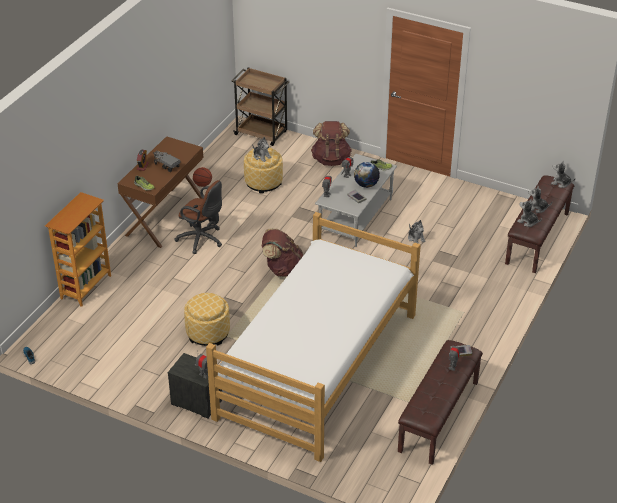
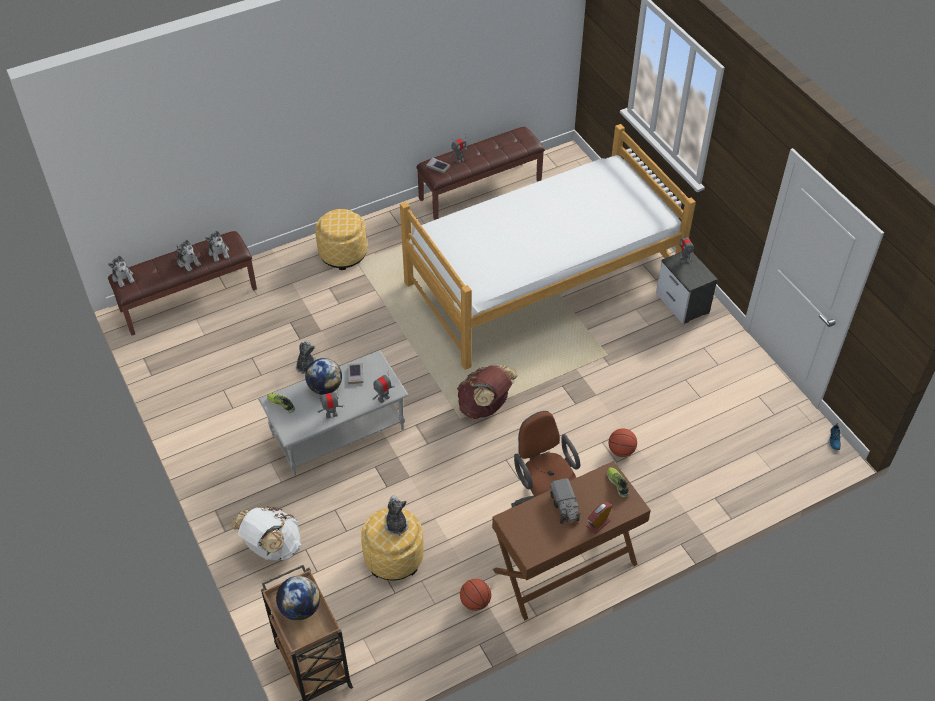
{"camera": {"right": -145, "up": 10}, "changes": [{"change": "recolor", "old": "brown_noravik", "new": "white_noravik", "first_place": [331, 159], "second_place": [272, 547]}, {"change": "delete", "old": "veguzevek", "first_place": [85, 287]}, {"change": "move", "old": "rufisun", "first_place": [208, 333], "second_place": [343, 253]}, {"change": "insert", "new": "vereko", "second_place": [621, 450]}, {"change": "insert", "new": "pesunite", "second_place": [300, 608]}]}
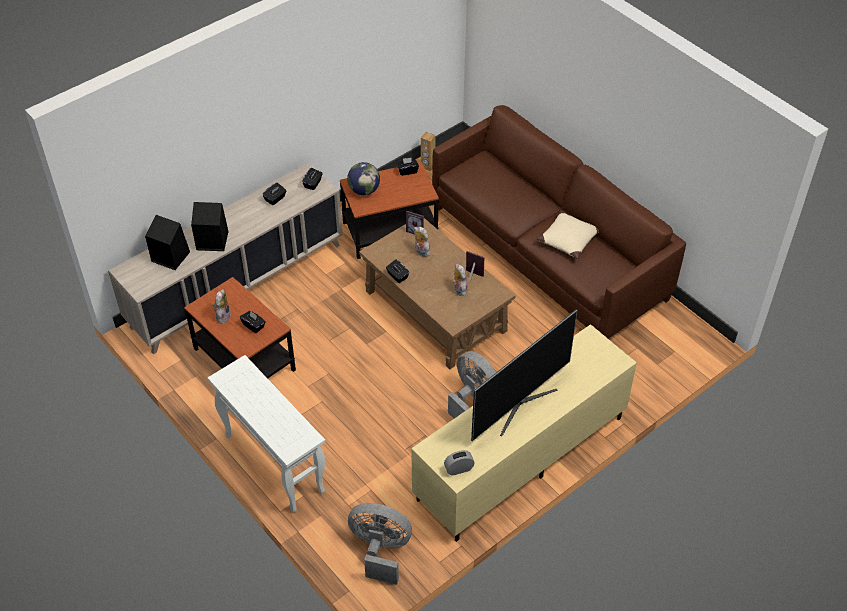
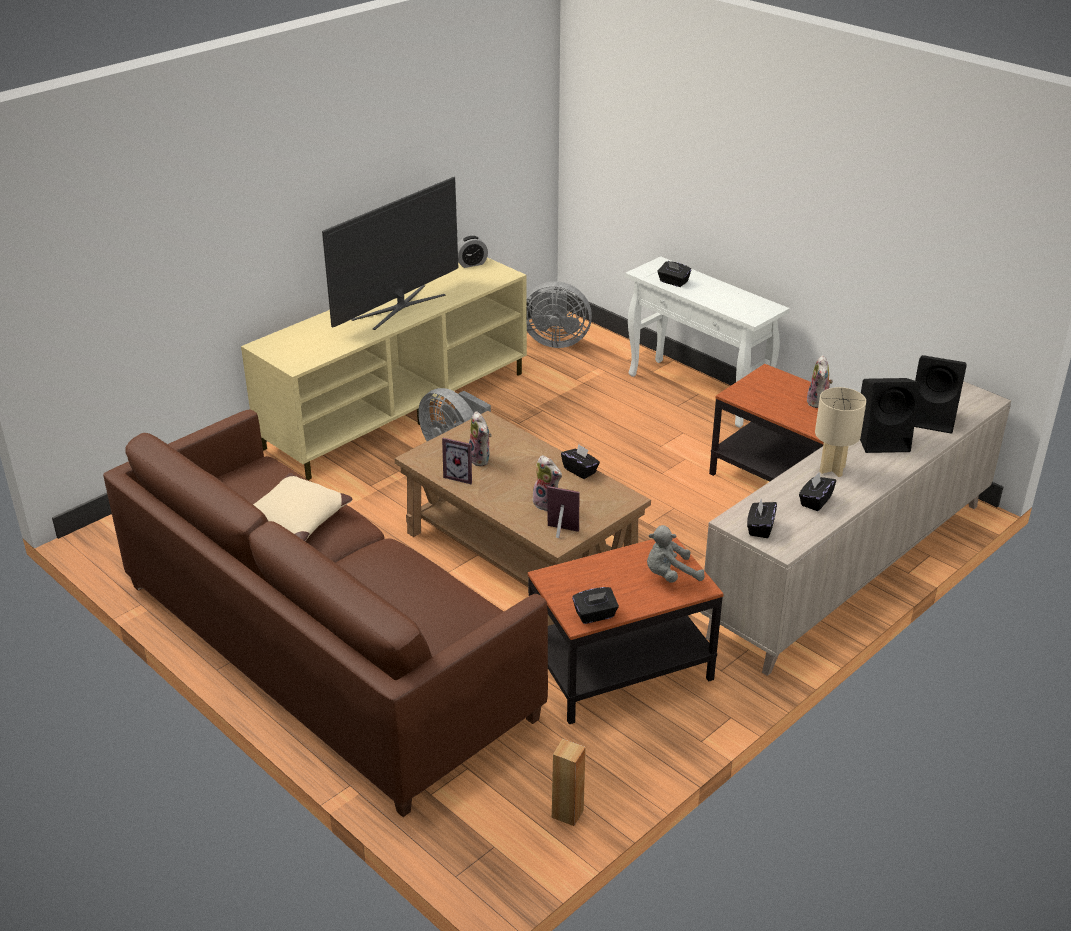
{"camera": {"right": 175, "up": -15}, "changes": [{"change": "replace", "old": "pesunite", "new": "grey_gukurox", "first_place": [364, 190], "second_place": [670, 575]}, {"change": "move", "old": "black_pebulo", "first_place": [253, 326], "second_place": [673, 282]}, {"change": "insert", "new": "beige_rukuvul", "second_place": [832, 469]}]}
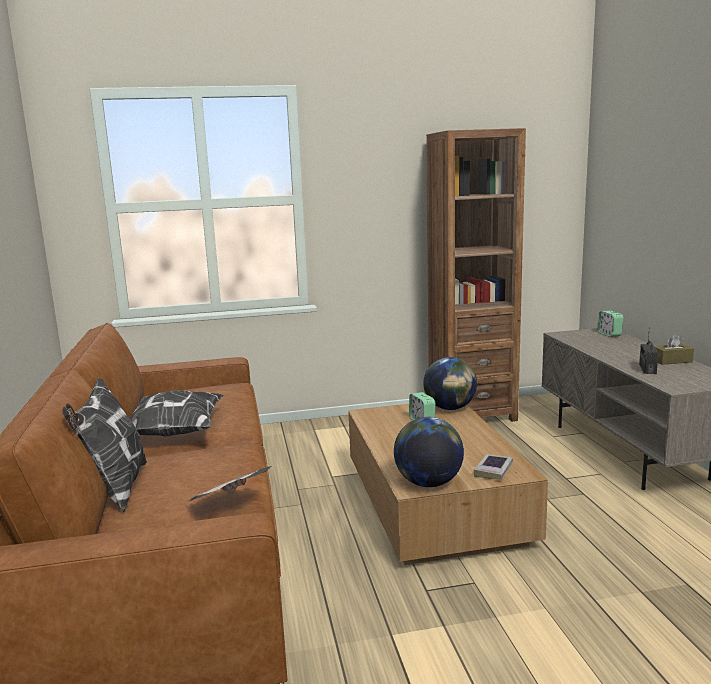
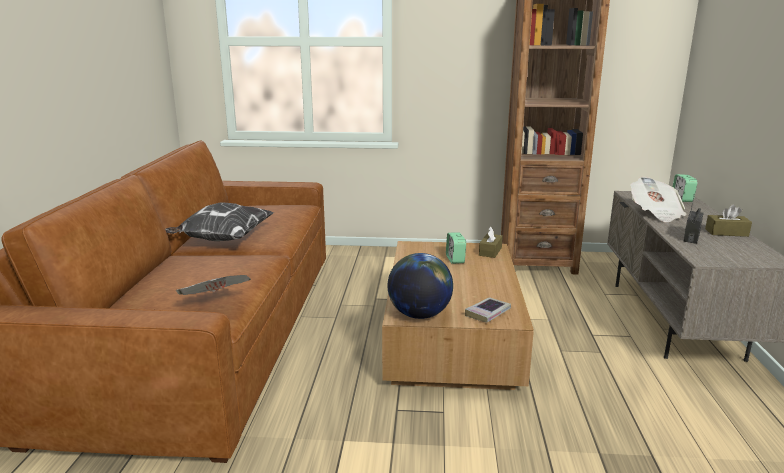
{"camera": {"right": 15, "up": 5}, "changes": [{"change": "replace", "old": "pesunite", "new": "brown_pebulo", "first_place": [450, 408], "second_place": [490, 251]}, {"change": "delete", "old": "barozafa", "first_place": [116, 489]}, {"change": "insert", "new": "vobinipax", "second_place": [655, 214]}]}
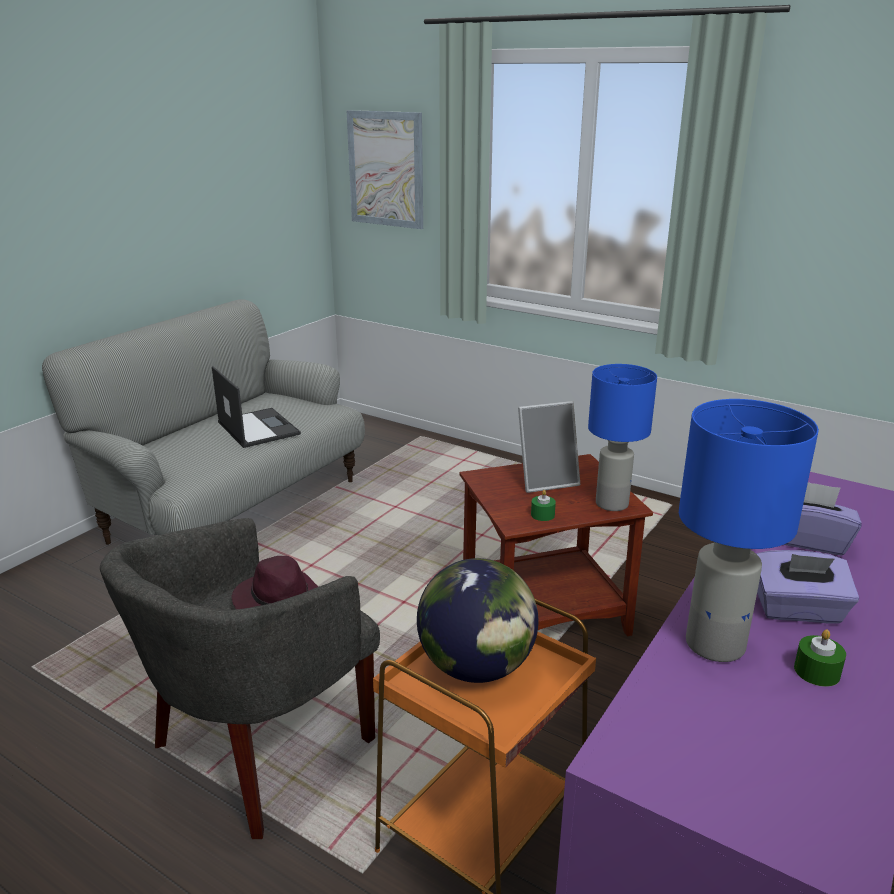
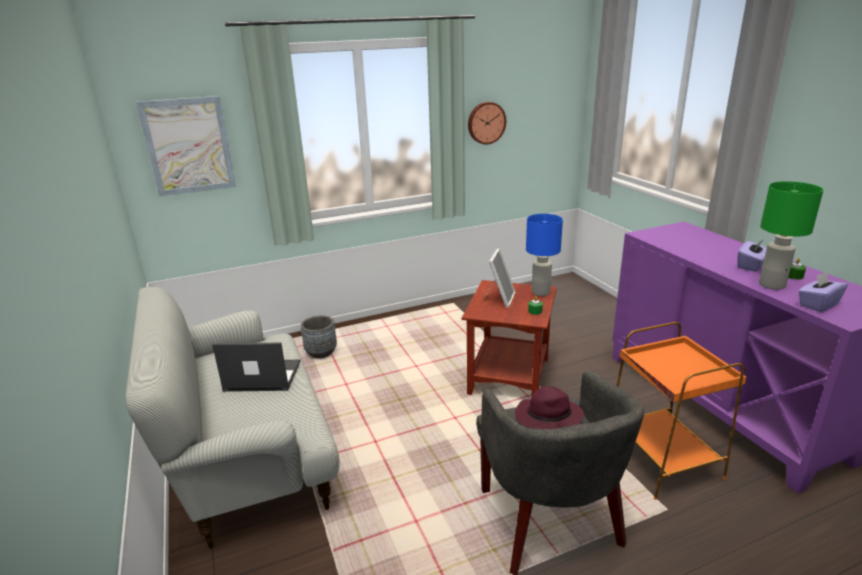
{"camera": {"right": -55, "up": 0}, "changes": [{"change": "recolor", "old": "blue_rukuvul", "new": "green_rukuvul", "first_place": [715, 644], "second_place": [771, 285]}, {"change": "move", "old": "purple_pebulo", "first_place": [809, 541], "second_place": [818, 304]}, {"change": "delete", "old": "pesunite", "first_place": [477, 668]}, {"change": "insert", "new": "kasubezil", "second_place": [486, 123]}, {"change": "insert", "new": "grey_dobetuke", "second_place": [321, 353]}]}
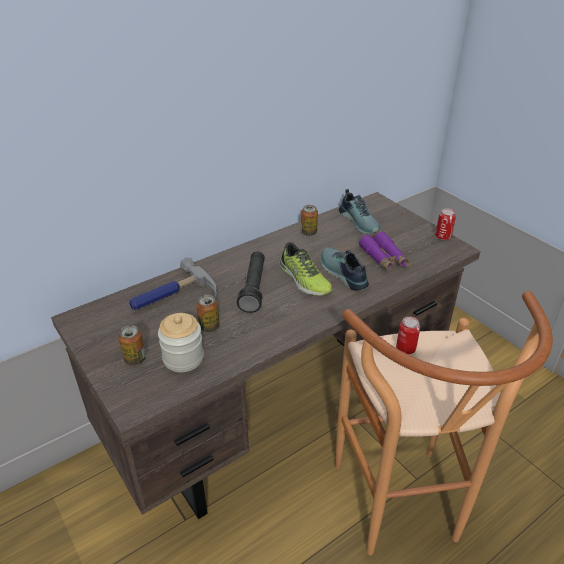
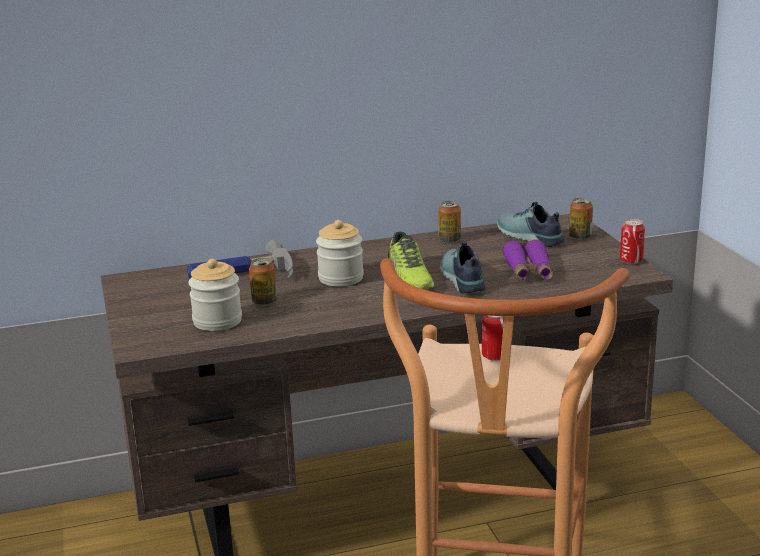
{"camera": {"right": 20, "up": -15}, "changes": [{"change": "rotate", "old": "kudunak", "first_place": [360, 222], "second_place": [527, 237], "degrees": 150}, {"change": "replace", "old": "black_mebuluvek", "new": "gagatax", "first_place": [253, 288], "second_place": [341, 278]}, {"change": "move", "old": "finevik", "first_place": [135, 359], "second_place": [580, 237]}]}
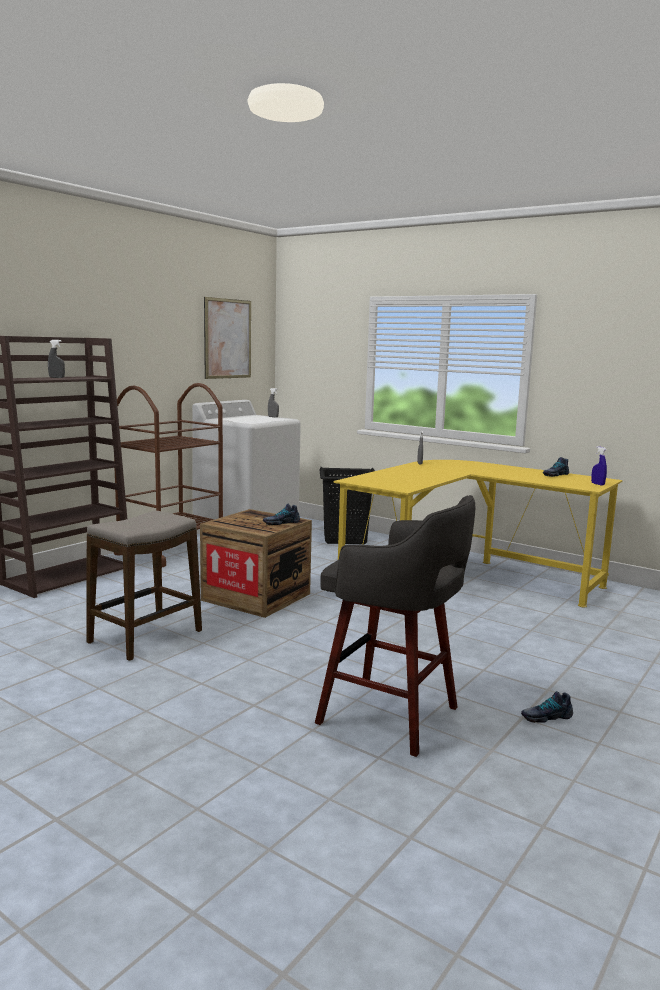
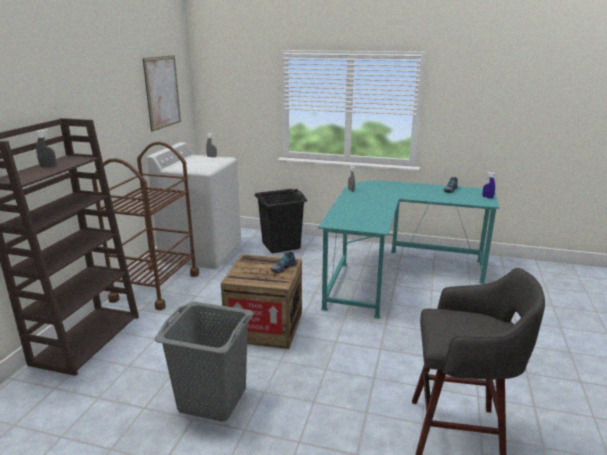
{"camera": {"right": -20, "up": 10}, "changes": [{"change": "recolor", "old": "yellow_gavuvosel", "new": "turquoise_gavuvosel", "first_place": [464, 581], "second_place": [394, 274]}, {"change": "replace", "old": "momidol", "new": "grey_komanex", "first_place": [145, 637], "second_place": [212, 399]}, {"change": "delete", "old": "kudunak", "first_place": [546, 716]}]}
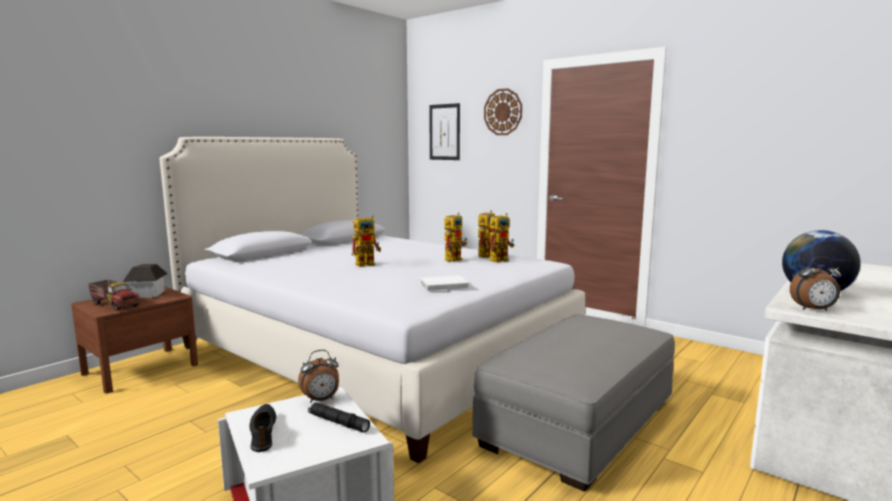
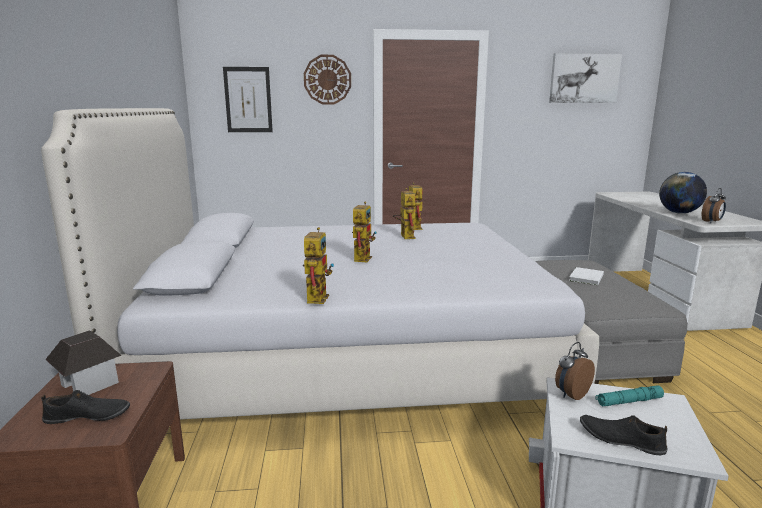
{"camera": {"right": -45, "up": 5}, "changes": [{"change": "move", "old": "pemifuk", "first_place": [501, 259], "second_place": [316, 296]}, {"change": "move", "old": "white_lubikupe", "first_place": [442, 285], "second_place": [585, 278]}, {"change": "replace", "old": "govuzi", "new": "black_kudunak", "first_place": [115, 305], "second_place": [88, 417]}, {"change": "rotate", "old": "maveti", "first_place": [321, 400], "second_place": [571, 394], "degrees": -150}, {"change": "recolor", "old": "black_mebuluvek", "new": "turquoise_mebuluvek", "first_place": [338, 422], "second_place": [629, 401]}, {"change": "insert", "new": "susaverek", "second_place": [584, 78]}]}
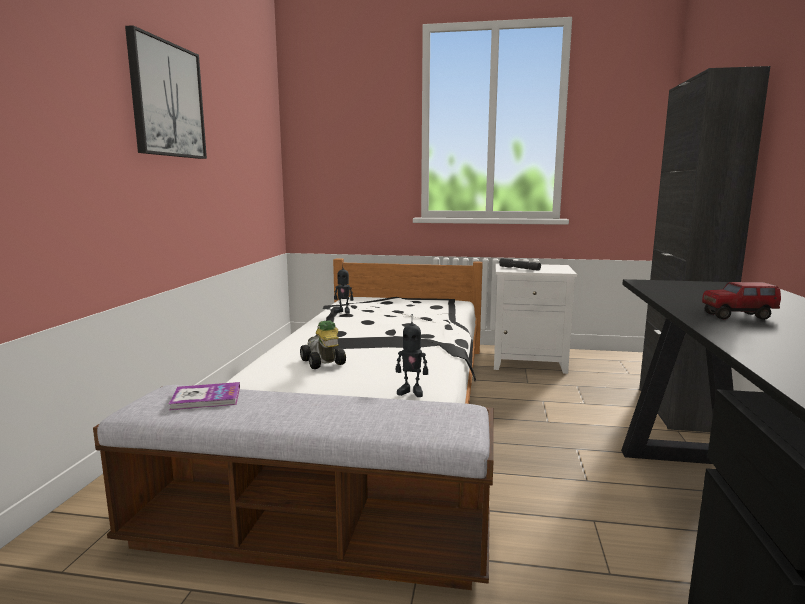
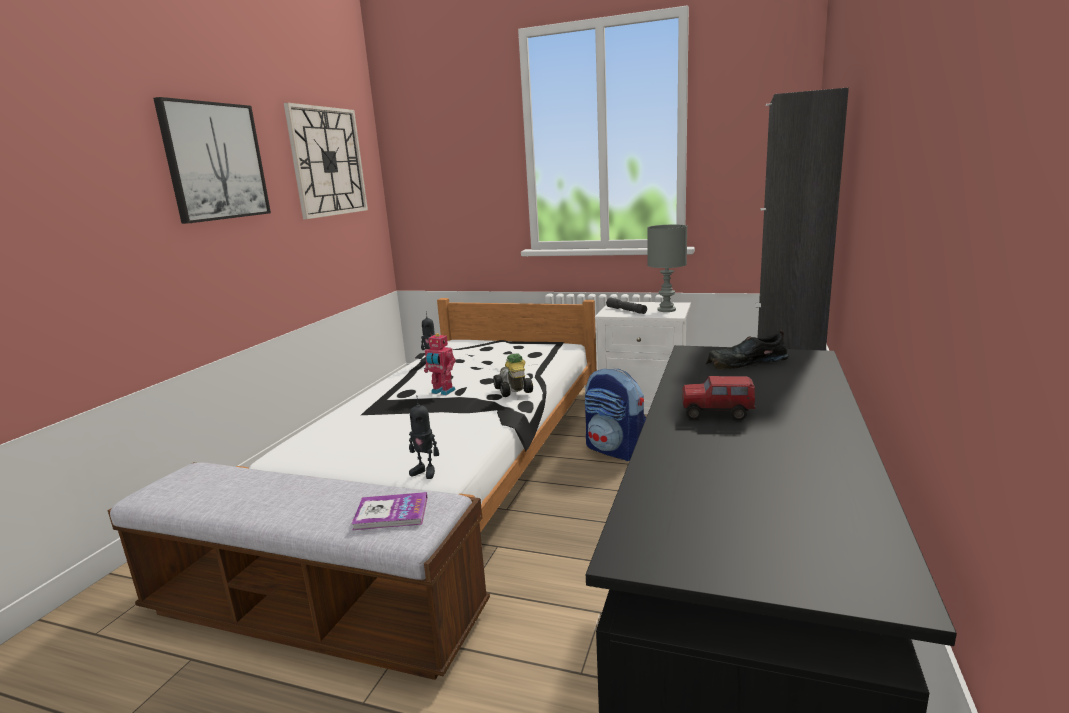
{"camera": {"right": 10, "up": 5}, "changes": [{"change": "move", "old": "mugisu", "first_place": [322, 363], "second_place": [513, 391]}, {"change": "move", "old": "lubikupe", "first_place": [206, 398], "second_place": [391, 513]}, {"change": "insert", "new": "kasubezil", "second_place": [328, 162]}, {"change": "insert", "new": "grey_rukuvul", "second_place": [667, 310]}, {"change": "insert", "new": "black_kudunak", "second_place": [746, 362]}, {"change": "insert", "new": "pemifuk", "second_place": [442, 392]}, {"change": "insert", "new": "noravik", "second_place": [615, 450]}]}
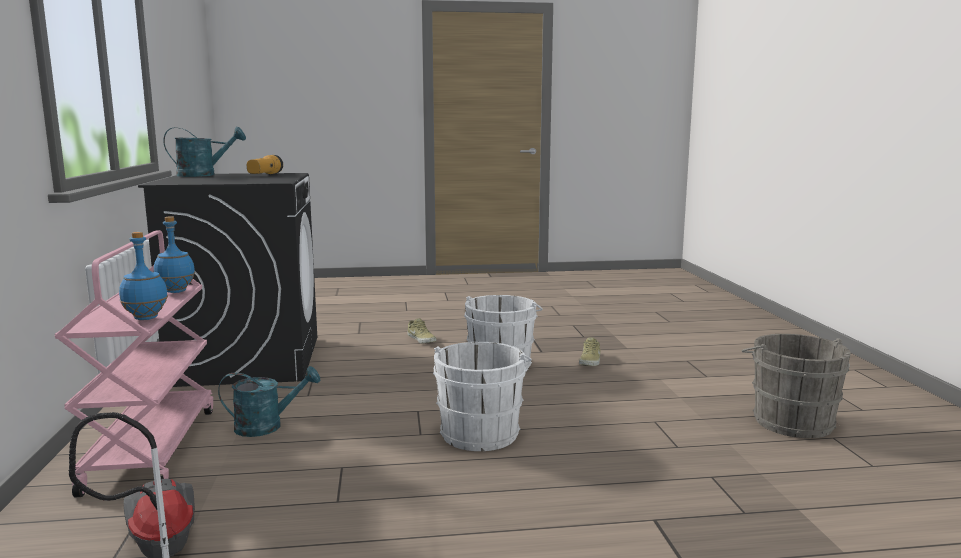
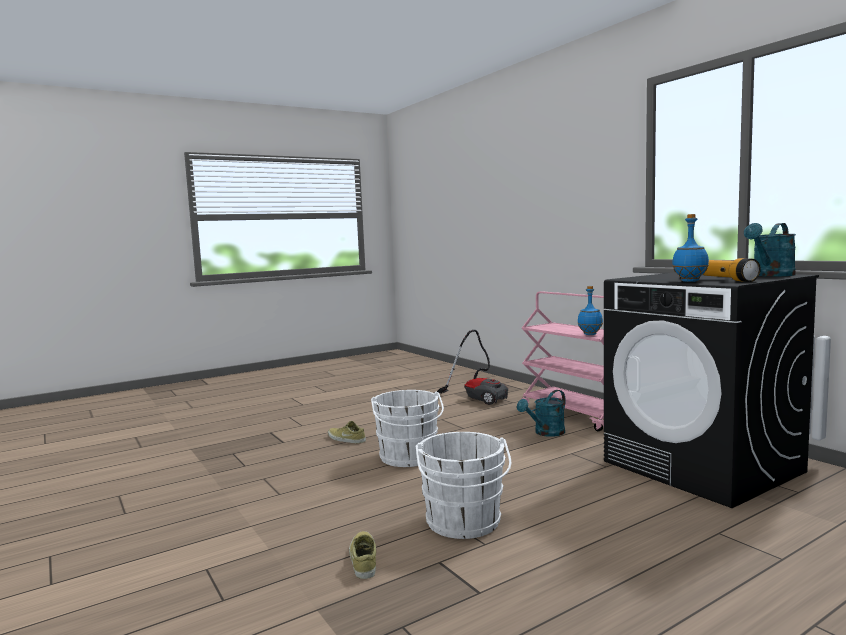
{"camera": {"right": 155, "up": -5}, "changes": [{"change": "move", "old": "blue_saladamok", "first_place": [146, 318], "second_place": [690, 281]}, {"change": "move", "old": "beige_kudunak", "first_place": [422, 339], "second_place": [346, 439]}, {"change": "delete", "old": "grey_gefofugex", "first_place": [790, 420]}]}
